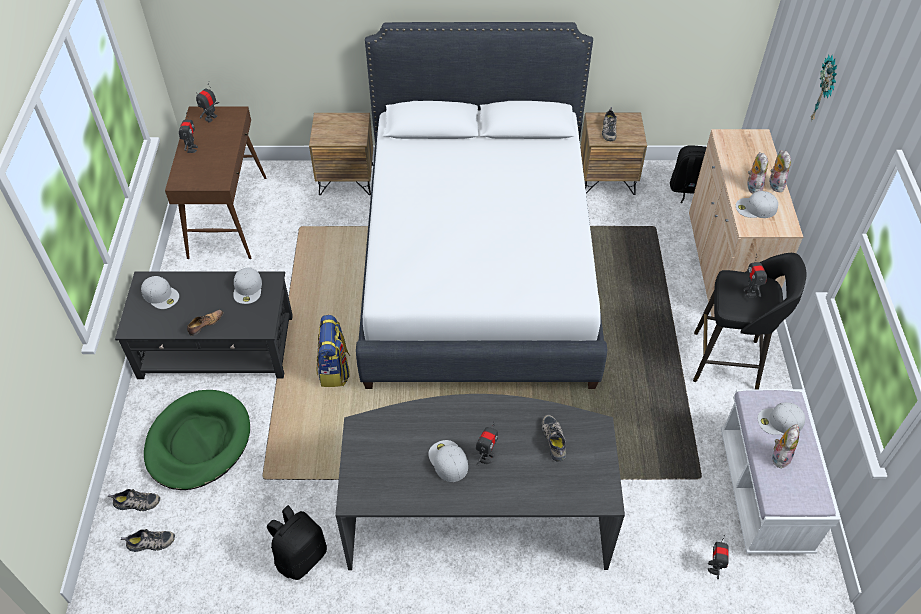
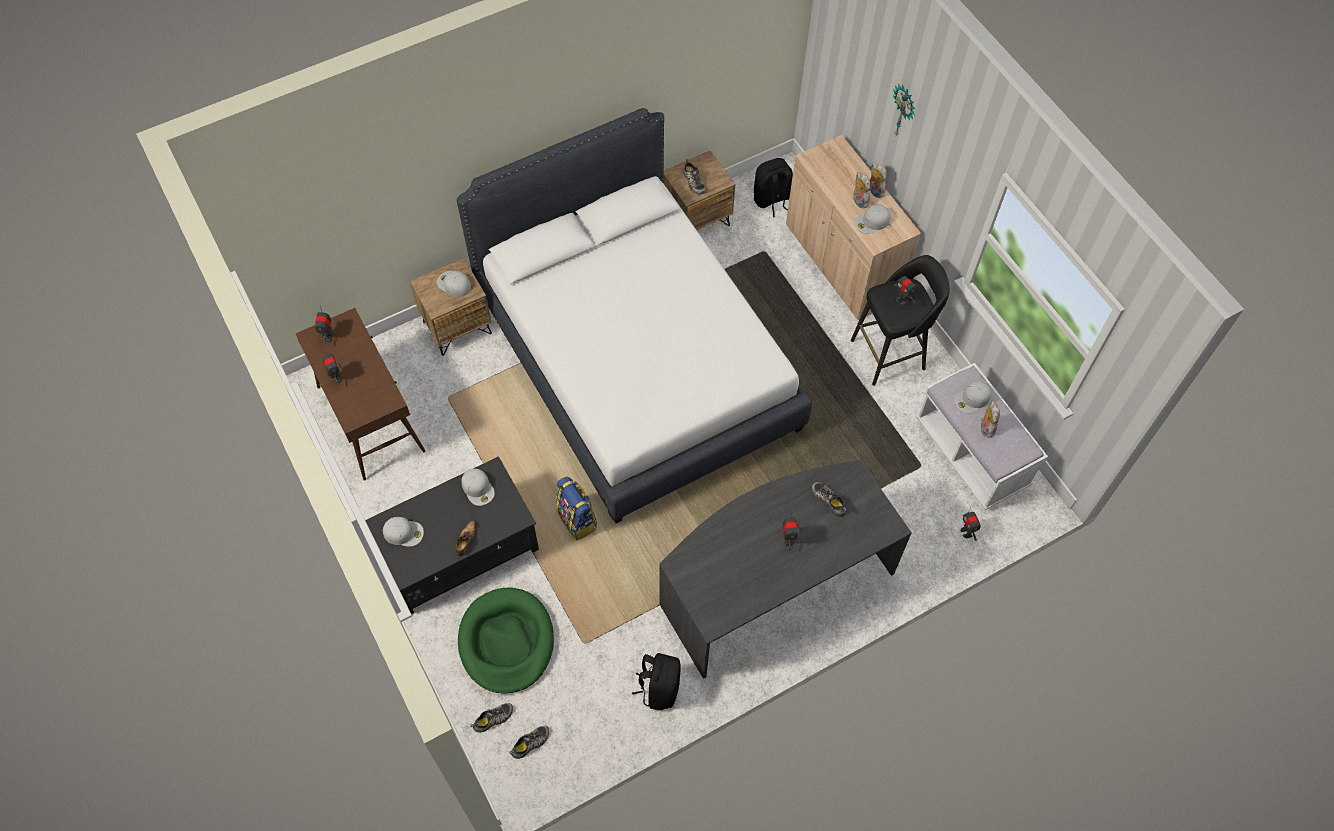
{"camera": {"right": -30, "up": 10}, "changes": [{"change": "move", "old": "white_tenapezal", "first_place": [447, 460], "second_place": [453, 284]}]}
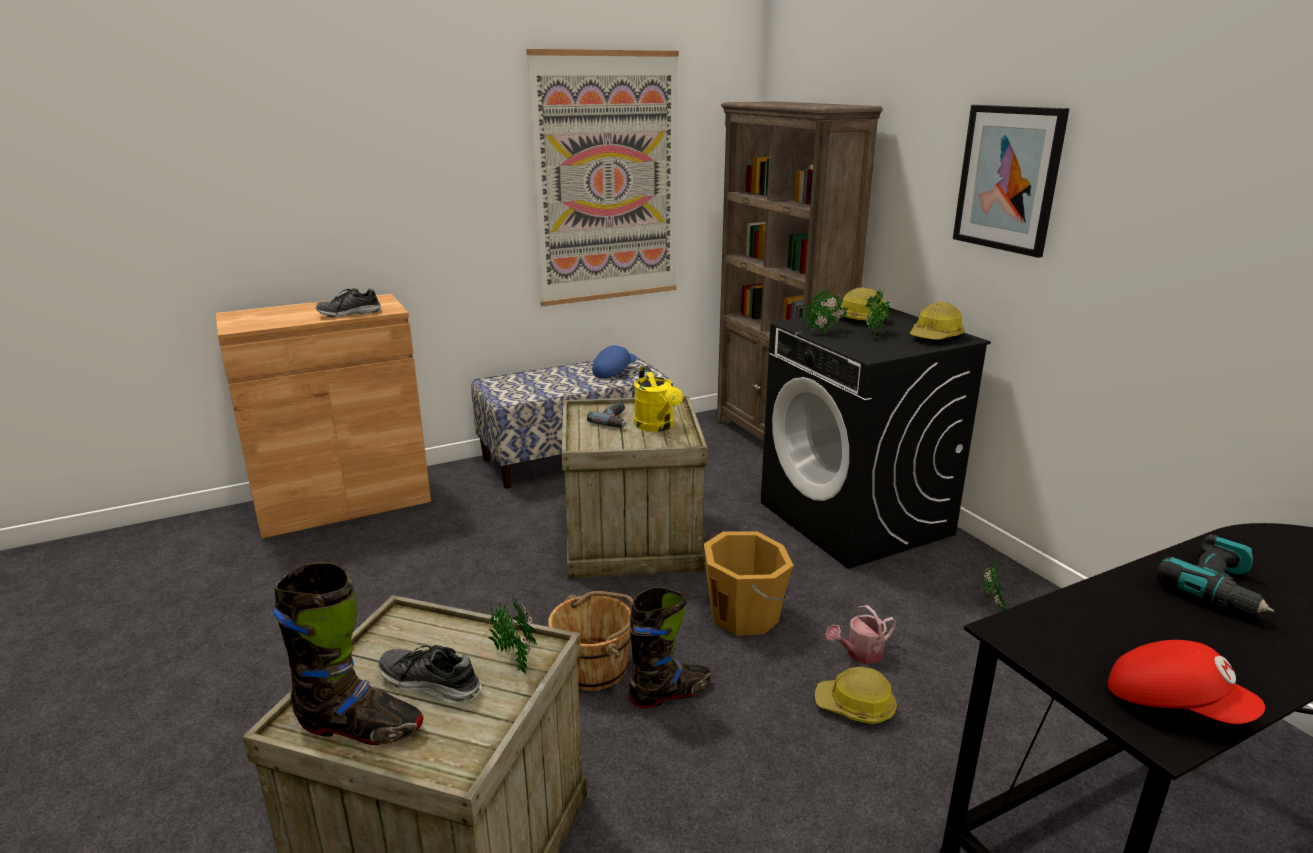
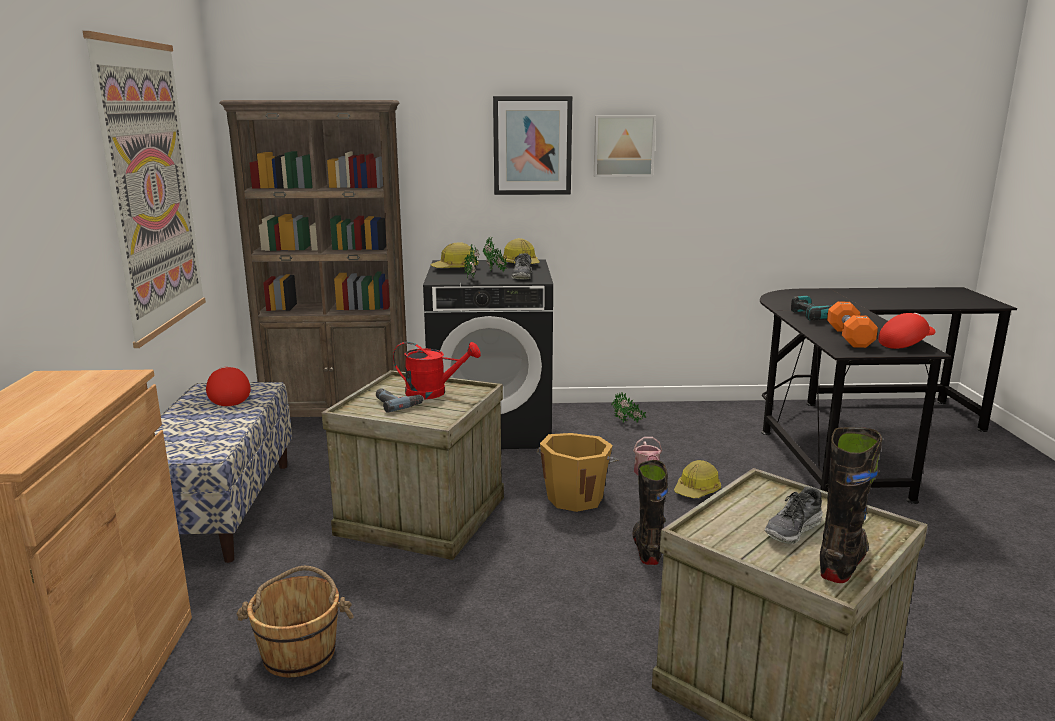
{"camera": {"right": -65, "up": -5}, "changes": [{"change": "move", "old": "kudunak", "first_place": [350, 314], "second_place": [522, 276]}, {"change": "recolor", "old": "blue_tenapezal", "new": "red_tenapezal", "first_place": [614, 372], "second_place": [228, 397]}, {"change": "recolor", "old": "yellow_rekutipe", "new": "red_rekutipe", "first_place": [657, 426], "second_place": [433, 392]}, {"change": "move", "old": "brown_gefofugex", "first_place": [594, 668], "second_place": [300, 652]}, {"change": "delete", "old": "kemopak", "first_place": [514, 658]}, {"change": "insert", "new": "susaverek", "second_place": [623, 146]}, {"change": "insert", "new": "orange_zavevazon", "second_place": [849, 337]}]}
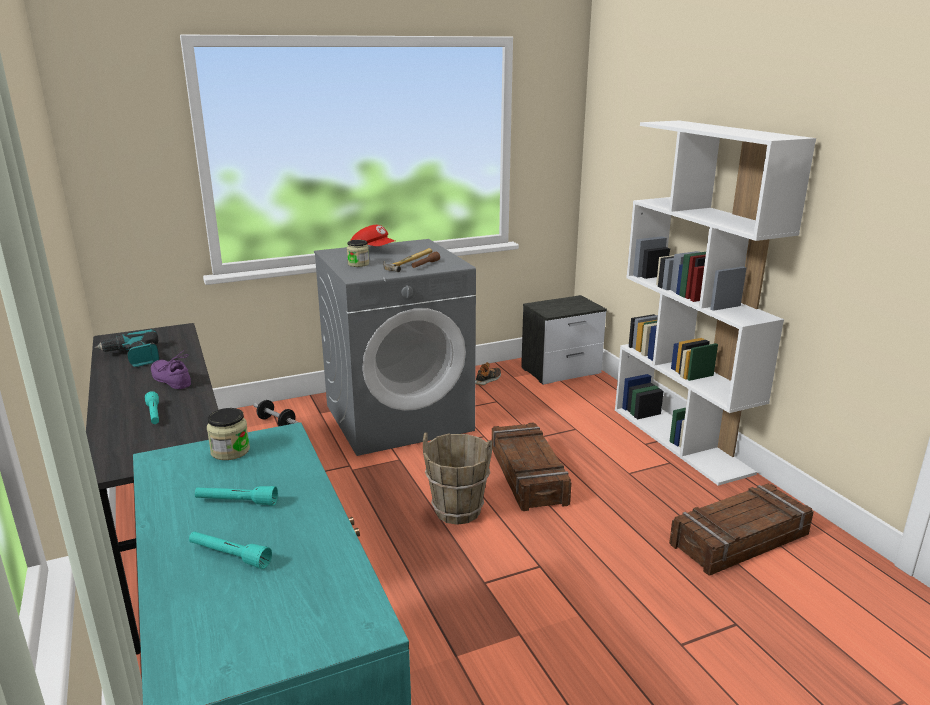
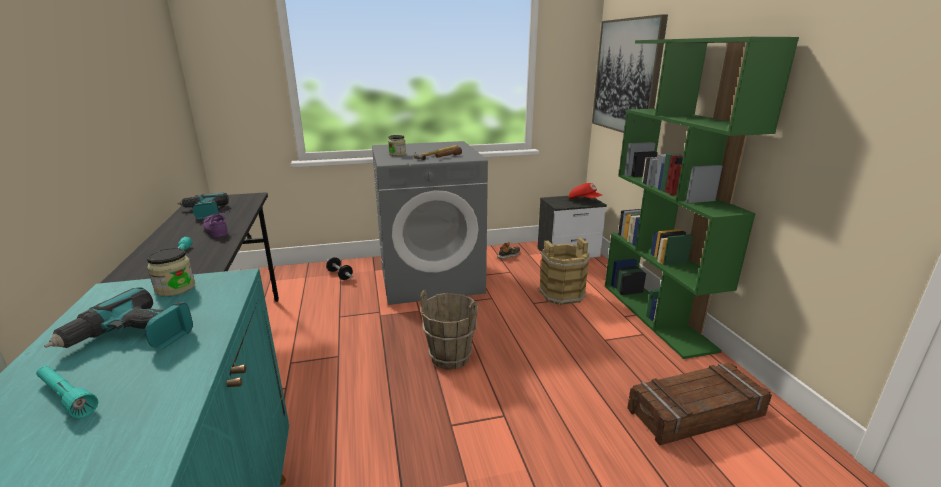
{"camera": {"right": 10, "up": 0}, "changes": [{"change": "recolor", "old": "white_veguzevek", "new": "green_veguzevek", "first_place": [681, 440], "second_place": [657, 315]}, {"change": "move", "old": "red_tenapezal", "first_place": [373, 251], "second_place": [584, 200]}, {"change": "delete", "old": "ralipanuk", "first_place": [529, 475]}, {"change": "replace", "old": "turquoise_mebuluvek", "new": "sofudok", "first_place": [236, 502], "second_place": [132, 338]}, {"change": "insert", "new": "susaverek", "second_place": [626, 76]}, {"change": "insert", "new": "brown_gefofugex", "second_place": [561, 294]}]}
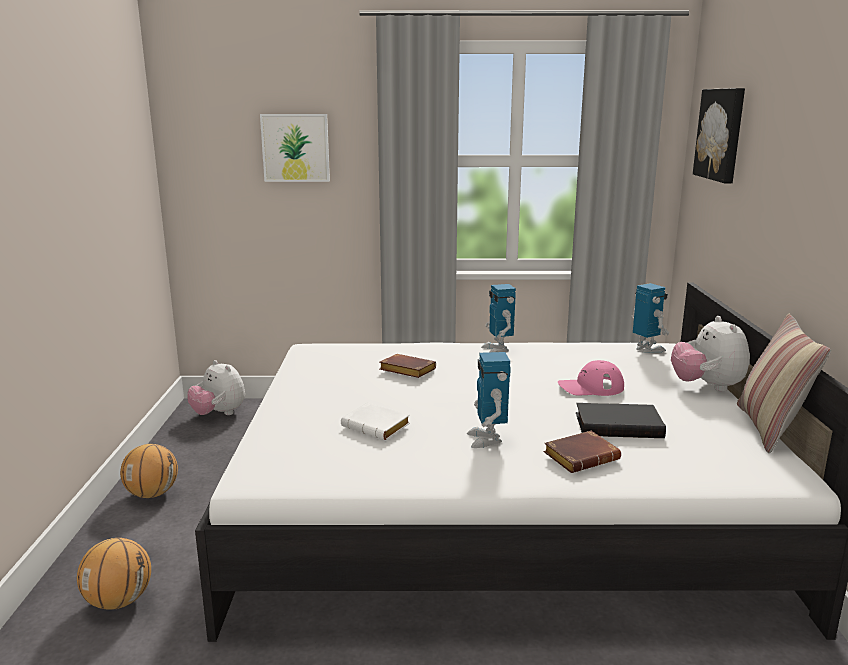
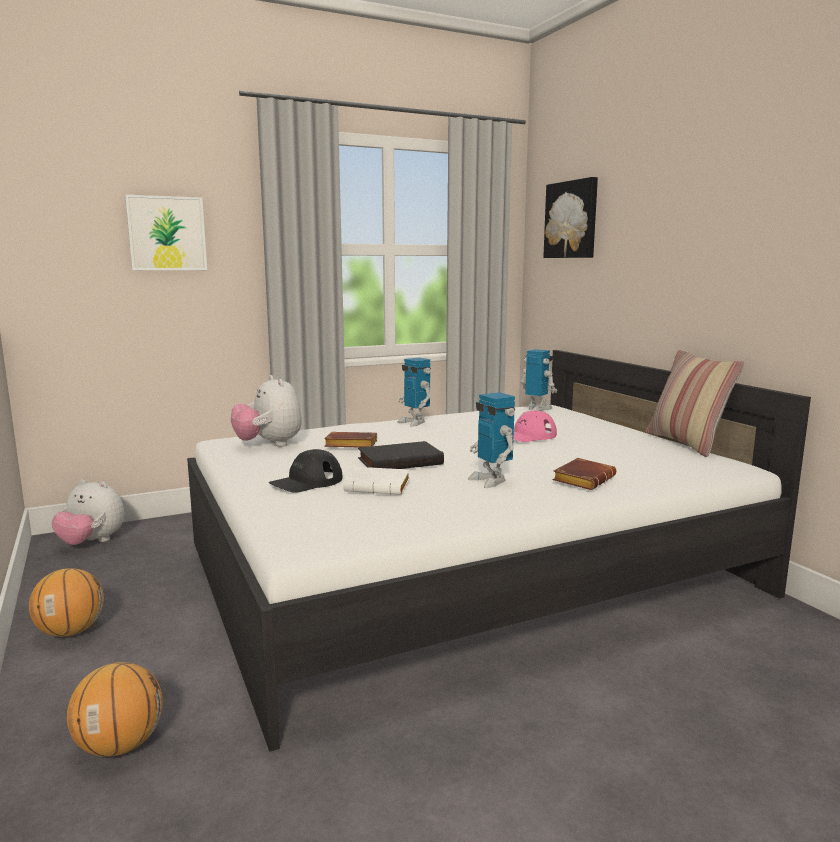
{"camera": {"right": -25, "up": -5}, "changes": [{"change": "move", "old": "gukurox", "first_place": [707, 387], "second_place": [269, 444]}, {"change": "move", "old": "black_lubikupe", "first_place": [618, 424], "second_place": [400, 461]}, {"change": "insert", "new": "black_tenapezal", "second_place": [306, 482]}]}
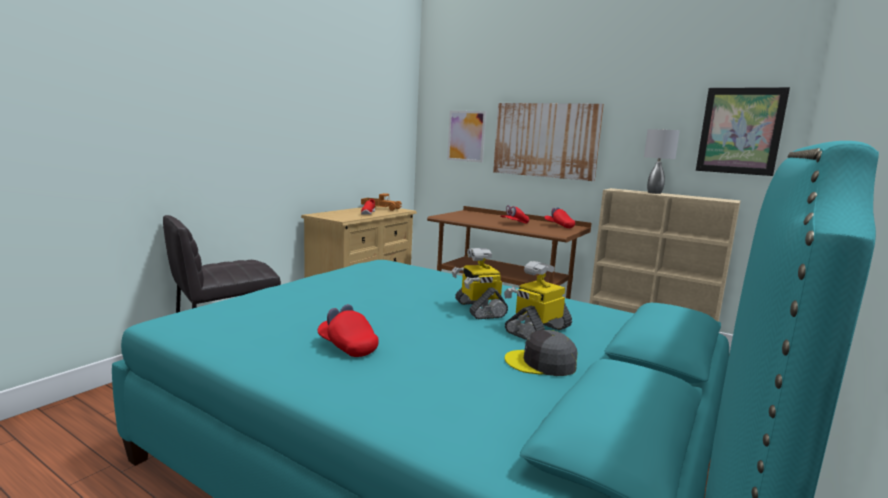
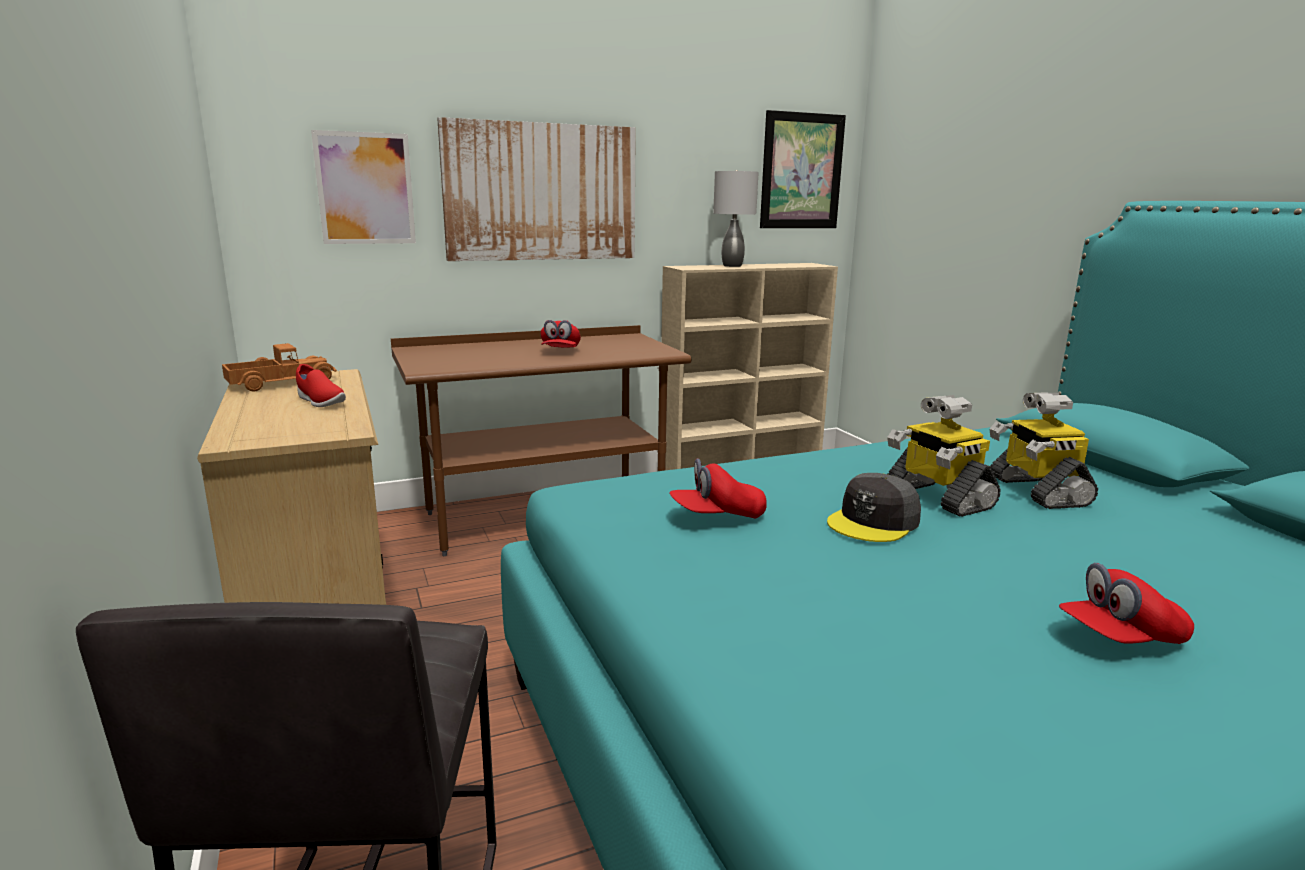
{"camera": {"right": -55, "up": 5}, "changes": [{"change": "move", "old": "red_tenapezal", "first_place": [559, 226], "second_place": [717, 515]}, {"change": "rotate", "old": "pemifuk", "first_place": [478, 309], "second_place": [937, 497], "degrees": 45}, {"change": "move", "old": "grey_tenapezal", "first_place": [541, 363], "second_place": [874, 522]}]}
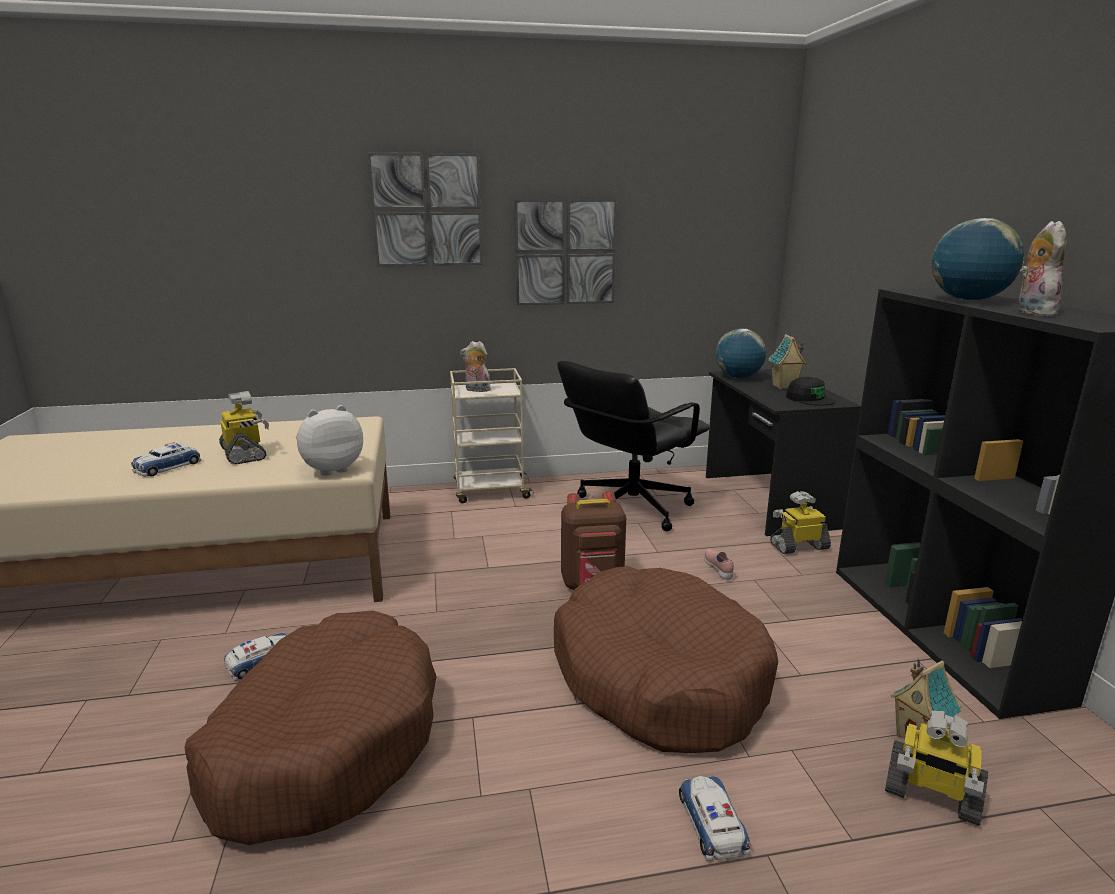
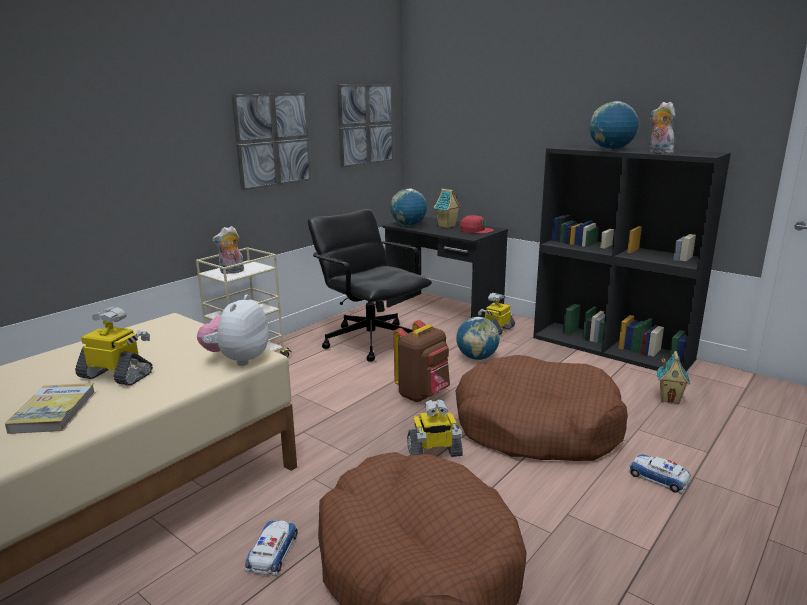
{"camera": {"right": -40, "up": 0}, "changes": [{"change": "move", "old": "susaverek", "first_place": [427, 210], "second_place": [365, 124]}, {"change": "rotate", "old": "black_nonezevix", "first_place": [630, 508], "second_place": [371, 340], "degrees": 135}, {"change": "recolor", "old": "black_tenapezal", "new": "red_tenapezal", "first_place": [810, 399], "second_place": [475, 230]}, {"change": "replace", "old": "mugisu", "new": "lubikupe", "first_place": [167, 466], "second_place": [54, 411]}, {"change": "replace", "old": "pink_kudunak", "new": "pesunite", "first_place": [718, 569], "second_place": [477, 358]}, {"change": "move", "old": "pemifuk", "first_place": [931, 794], "second_place": [434, 452]}]}
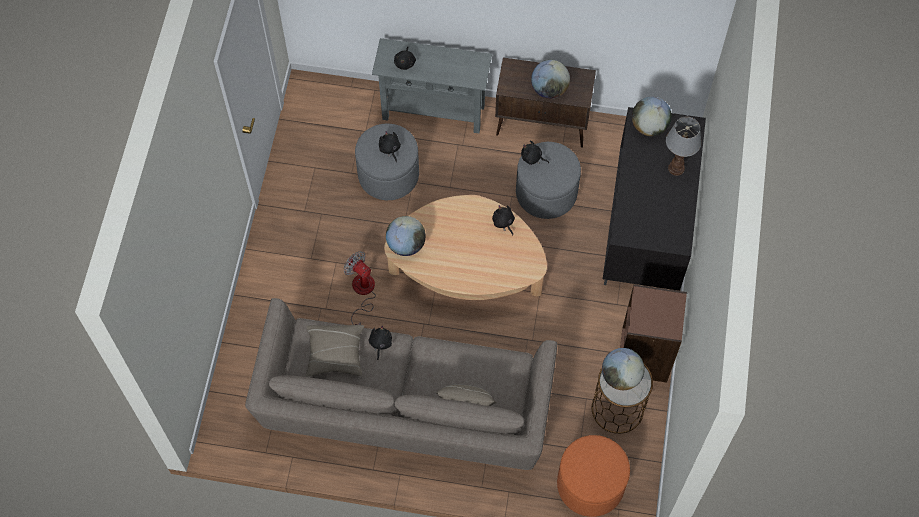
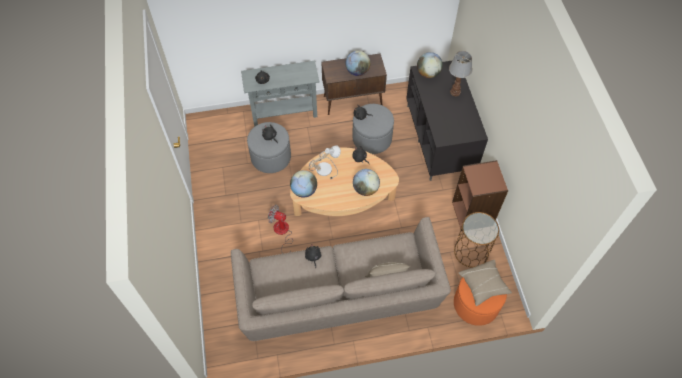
{"camera": {"right": -20, "up": -5}, "changes": [{"change": "move", "old": "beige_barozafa", "first_place": [335, 354], "second_place": [483, 285]}, {"change": "move", "old": "pesunite", "first_place": [621, 376], "second_place": [365, 189]}, {"change": "insert", "new": "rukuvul", "second_place": [324, 167]}]}
